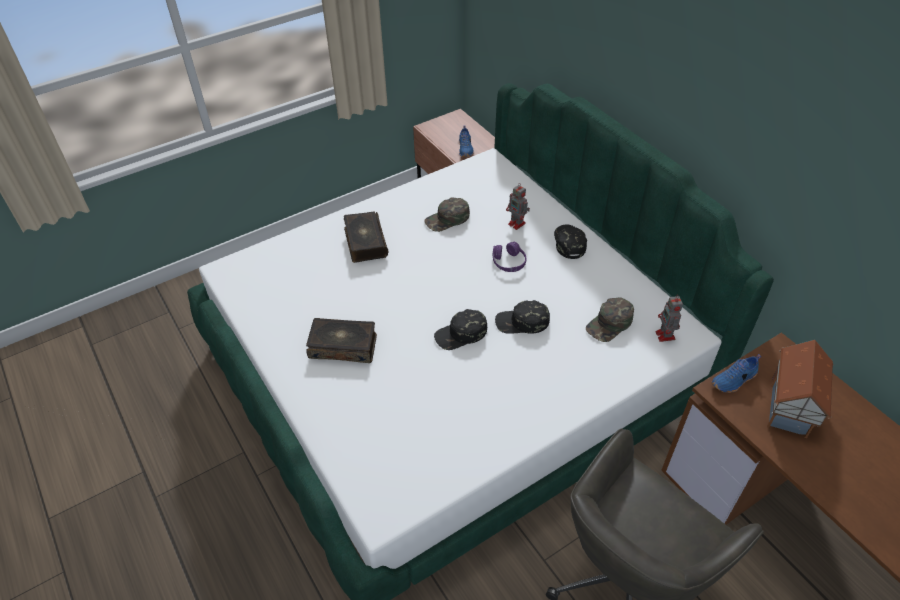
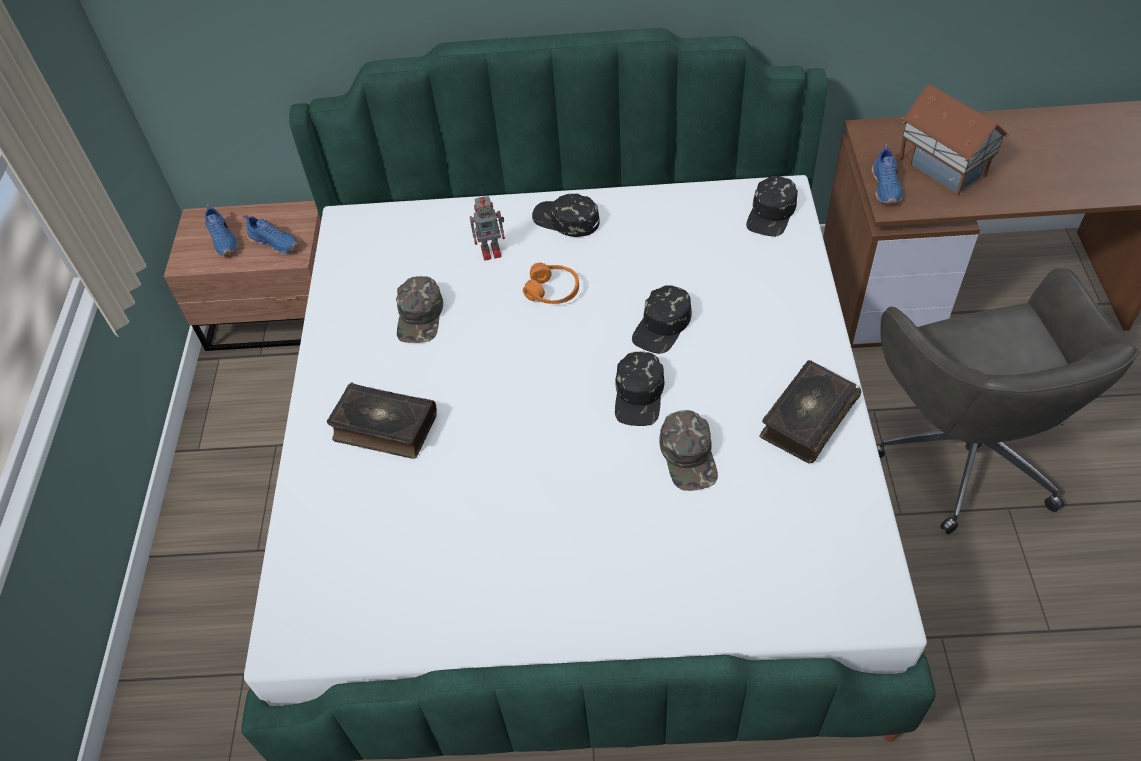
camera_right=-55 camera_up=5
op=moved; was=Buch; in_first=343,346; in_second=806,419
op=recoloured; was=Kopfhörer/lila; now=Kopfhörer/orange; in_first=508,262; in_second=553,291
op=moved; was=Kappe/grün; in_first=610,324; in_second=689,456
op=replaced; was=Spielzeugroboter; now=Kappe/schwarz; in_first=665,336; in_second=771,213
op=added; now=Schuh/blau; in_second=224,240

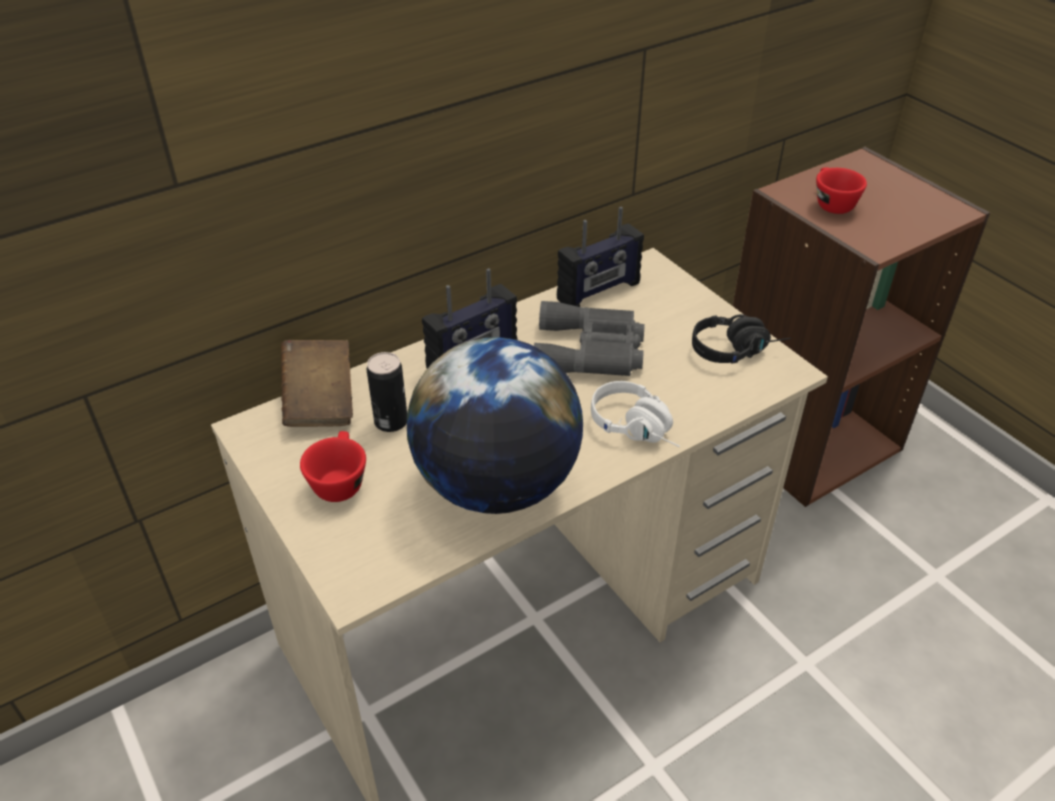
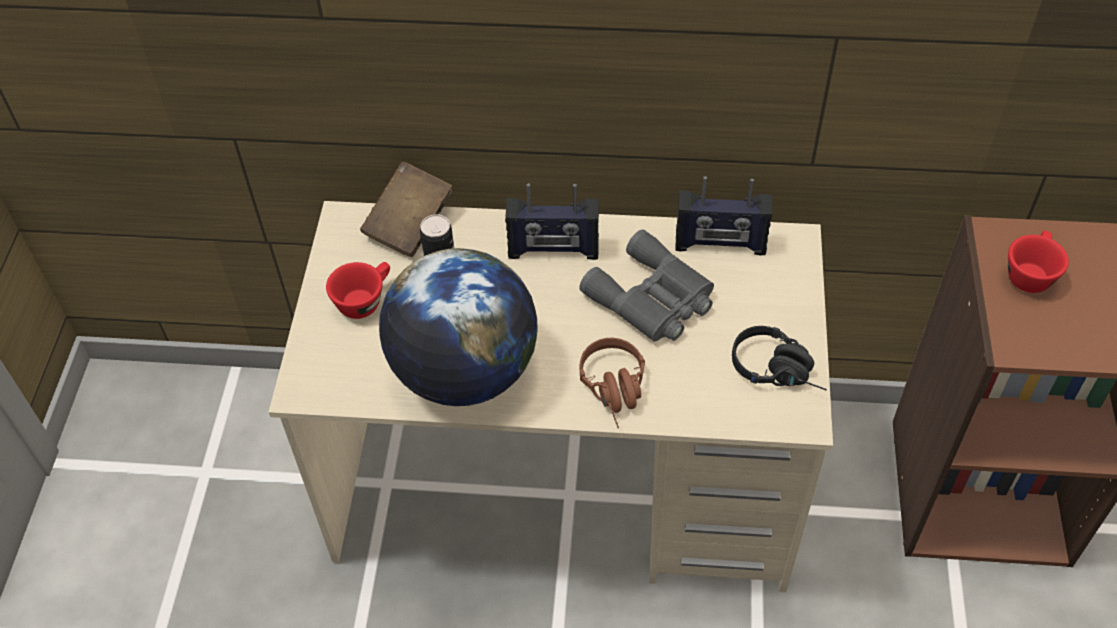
camera_right=40 camera_up=10
op=recoloured; was=Kopfhörer/weiß; now=Kopfhörer/braun; in_first=639,429; in_second=616,392

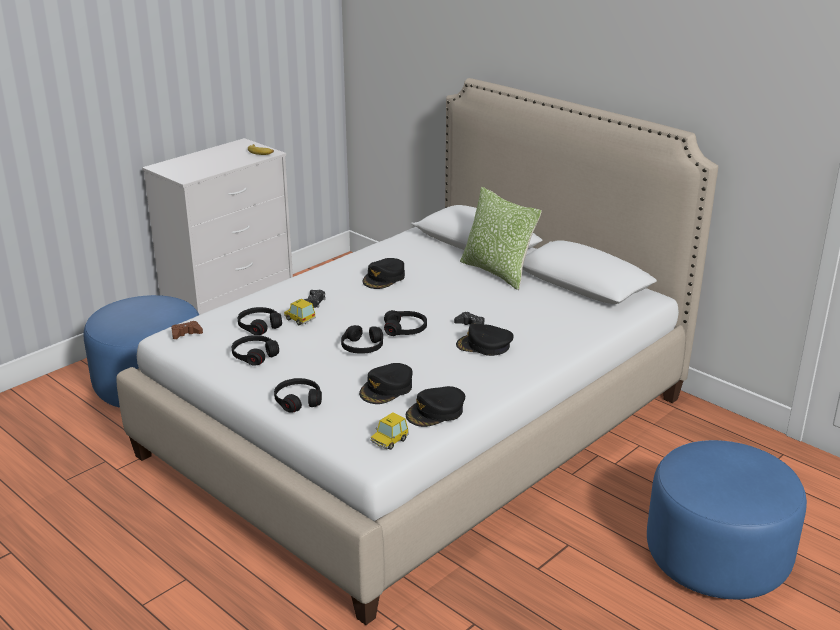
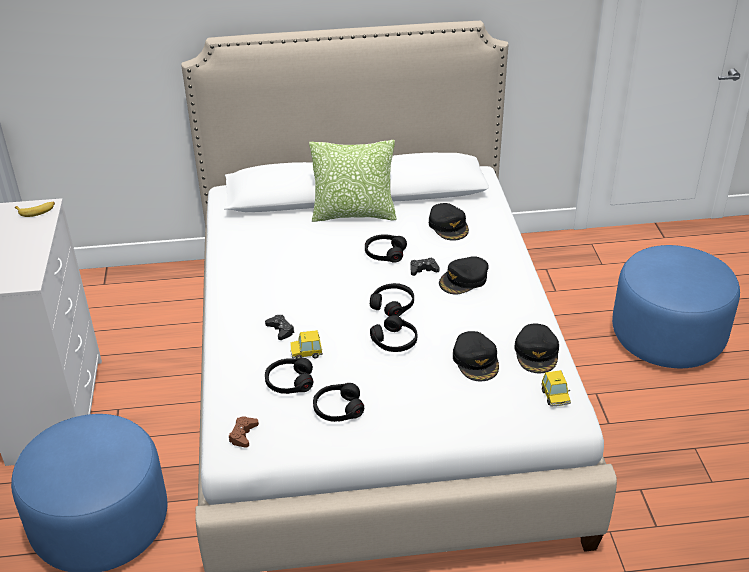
camera_right=-50 camera_up=10
op=moved; was=Kopfhörer/schwarz; in_first=298,401; in_second=385,253
op=moved; was=Kappe/schwarz; in_first=384,278; in_second=448,226

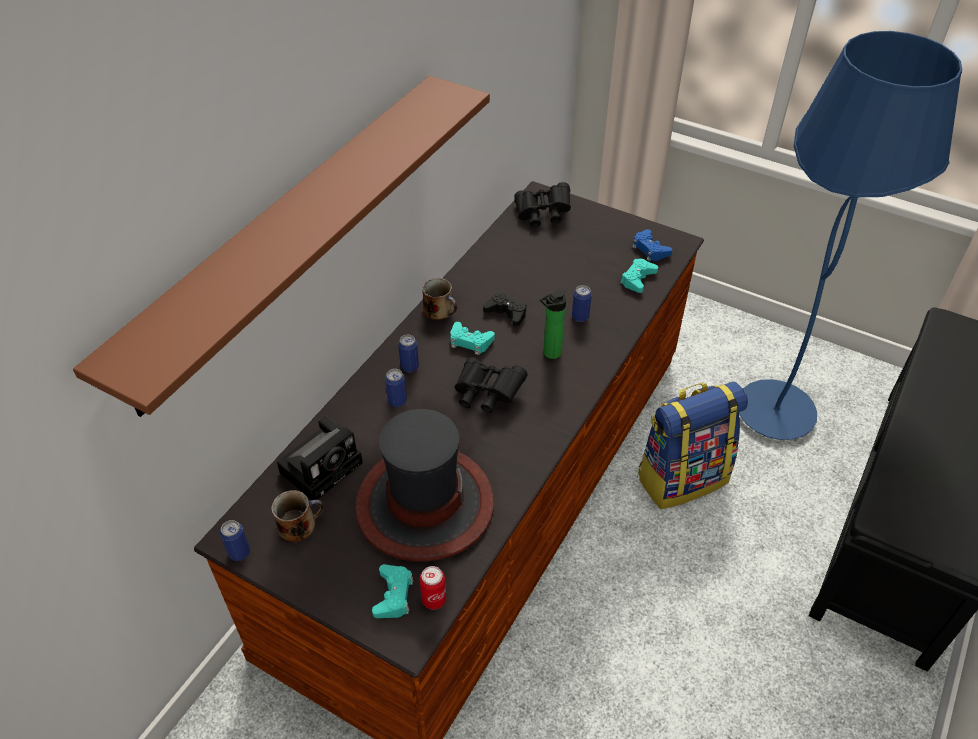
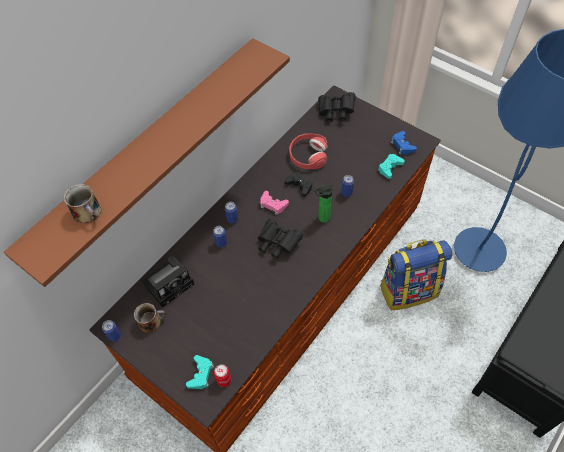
camera_right=10 camera_up=10
op=removed; was=Hut; in_first=424,504
op=moved; was=Henkelbecher; in_first=440,310; in_second=88,212
op=recoloured; was=Gamepad/türkis; now=Gamepad/rosa; in_first=470,342; in_second=273,205
op=added; now=Kopfhörer/rot; in_second=308,155

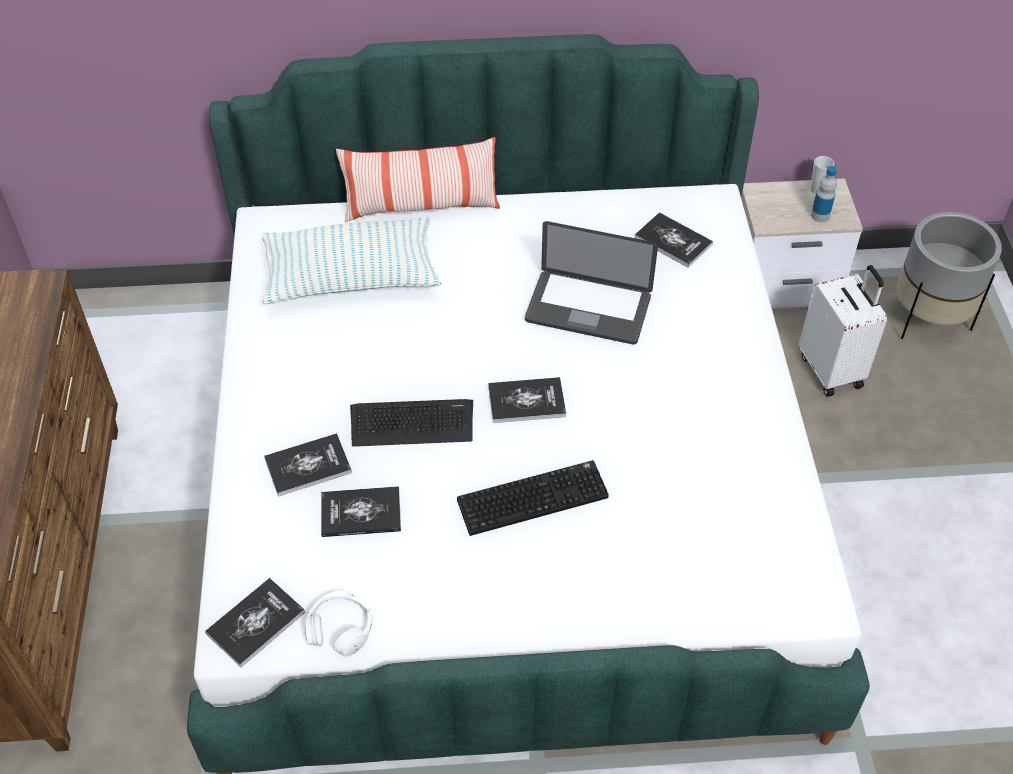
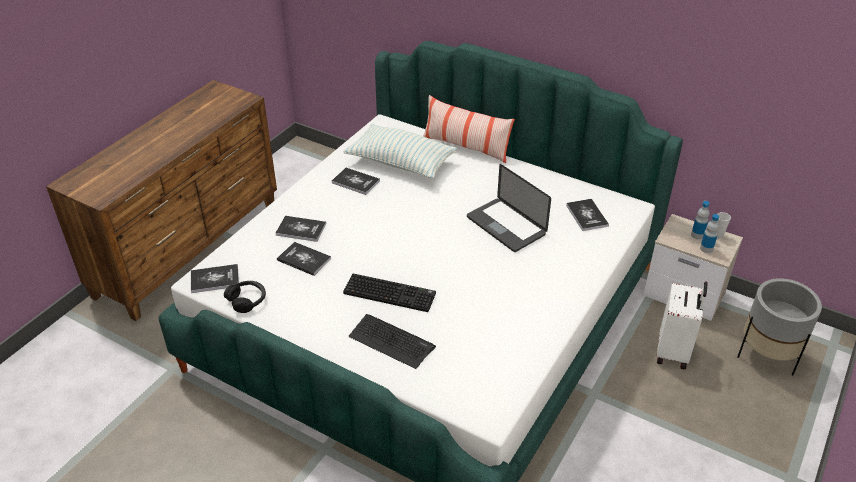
camera_right=35 camera_up=-10
op=recoloured; was=Kopfhörer/weiß; now=Kopfhörer/schwarz; in_first=340,628; in_second=247,300
op=moved; was=Tastatur; in_first=412,423; in_second=391,341
op=moved; was=Buch; in_first=526,401; in_second=355,182
op=added; now=Flasche; in_second=697,235

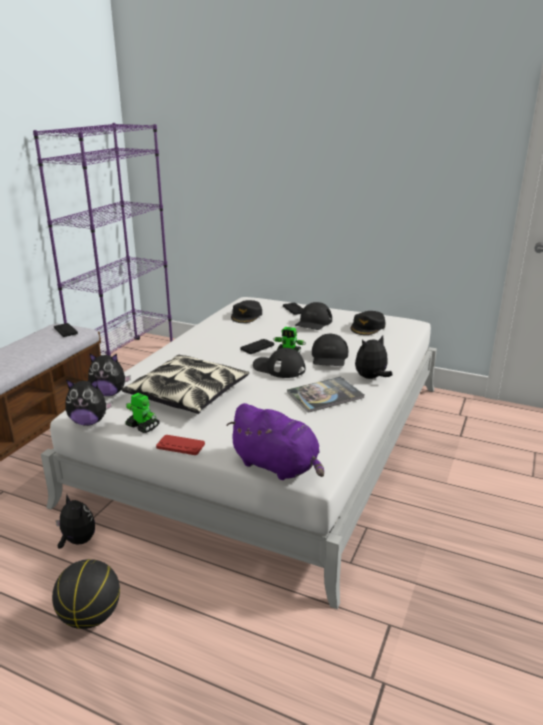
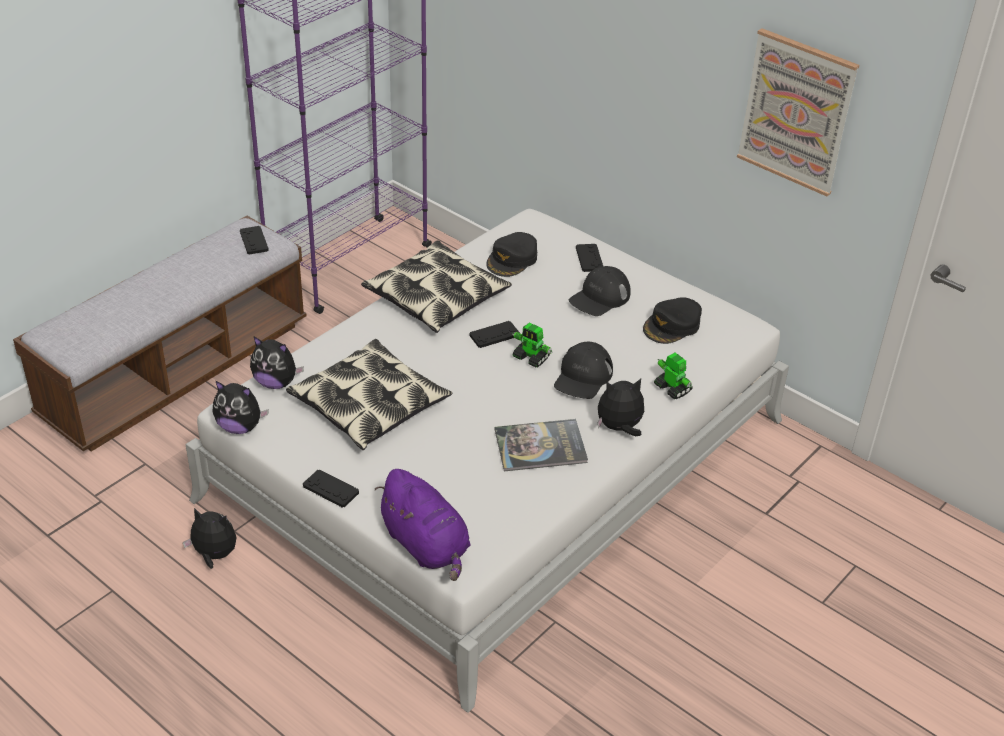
camera_right=15 camera_up=15
op=removed; was=Basketball; in_first=90,616
op=turned; was=Plüschtier; in_first=77,541; in_second=214,555; clockwise=-45
op=moved; was=Spielzeugroboter; in_first=142,426; in_second=672,388
op=recoloured; was=Gamepad/rot; now=Gamepad/schwarz; in_first=180,446; in_second=330,489
op=removed; was=Kappe/schwarz; in_first=279,368
op=added; now=Kissen; in_second=436,298
op=added; now=Bild; in_second=796,112

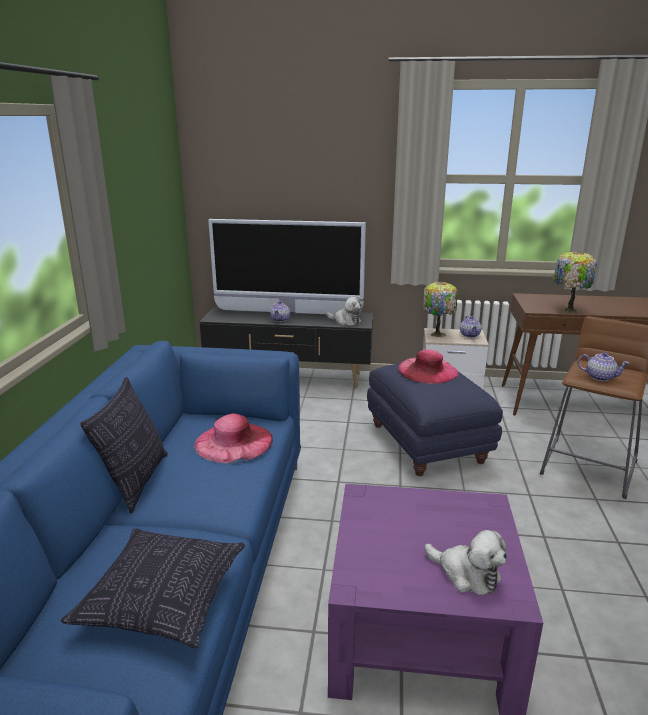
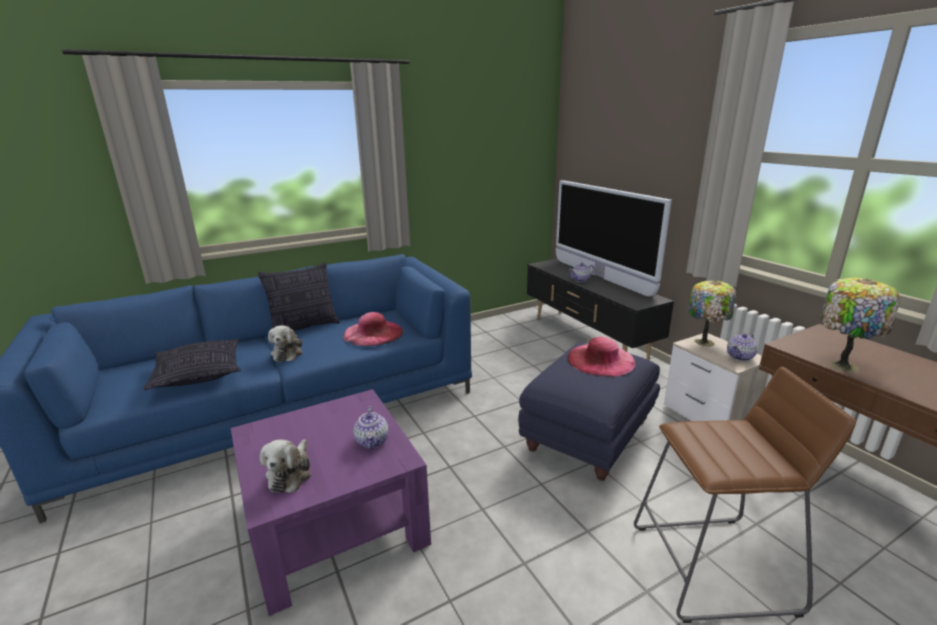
camera_right=55 camera_up=0
op=moved; was=Plüschtier; in_first=345,321; in_second=288,353
op=moved; was=Teekanne; in_first=600,377; in_second=372,441

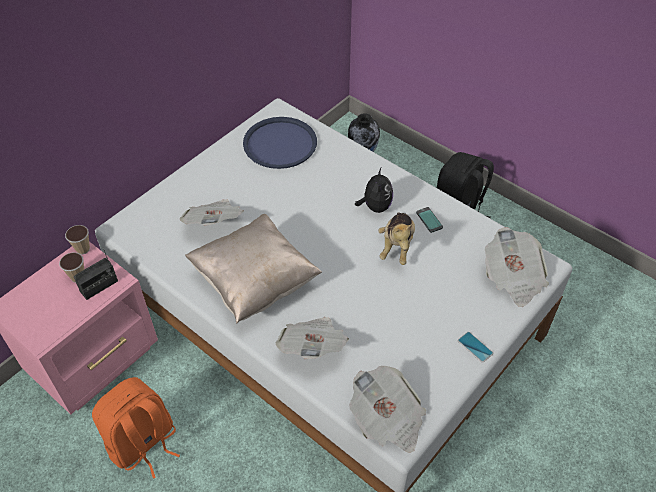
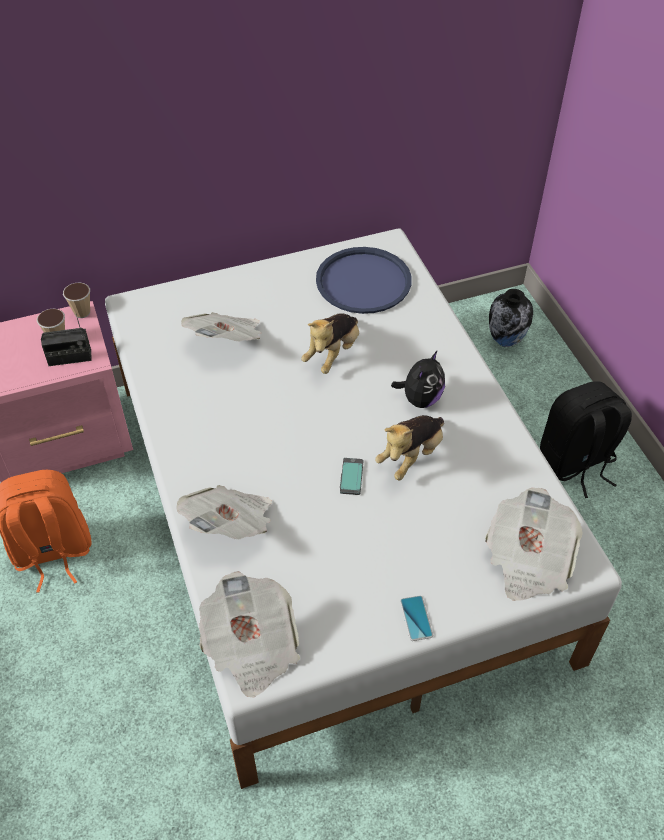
camera_right=30 camera_up=0
op=removed; was=Kissen/beige; in_first=254,282
op=moved; was=Handy; in_first=429,220; in_second=351,477
op=added; now=Plüschtier; in_second=333,353

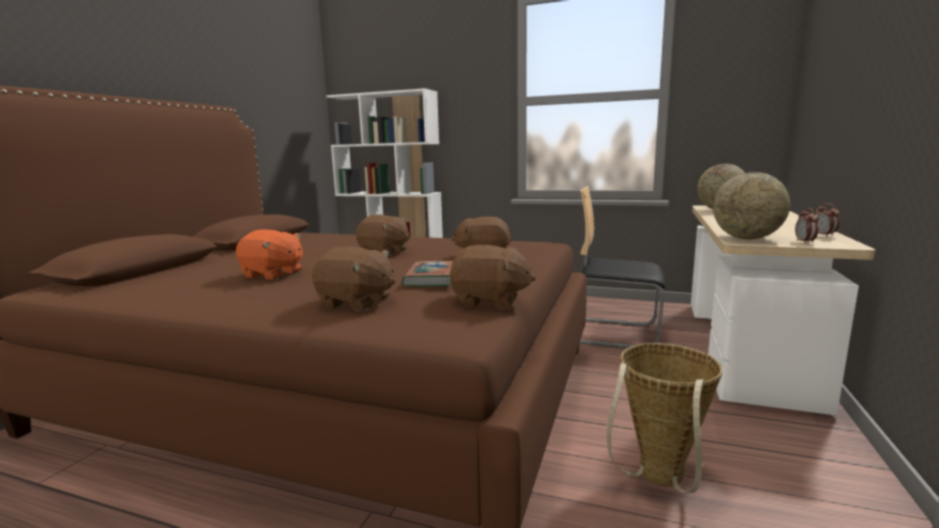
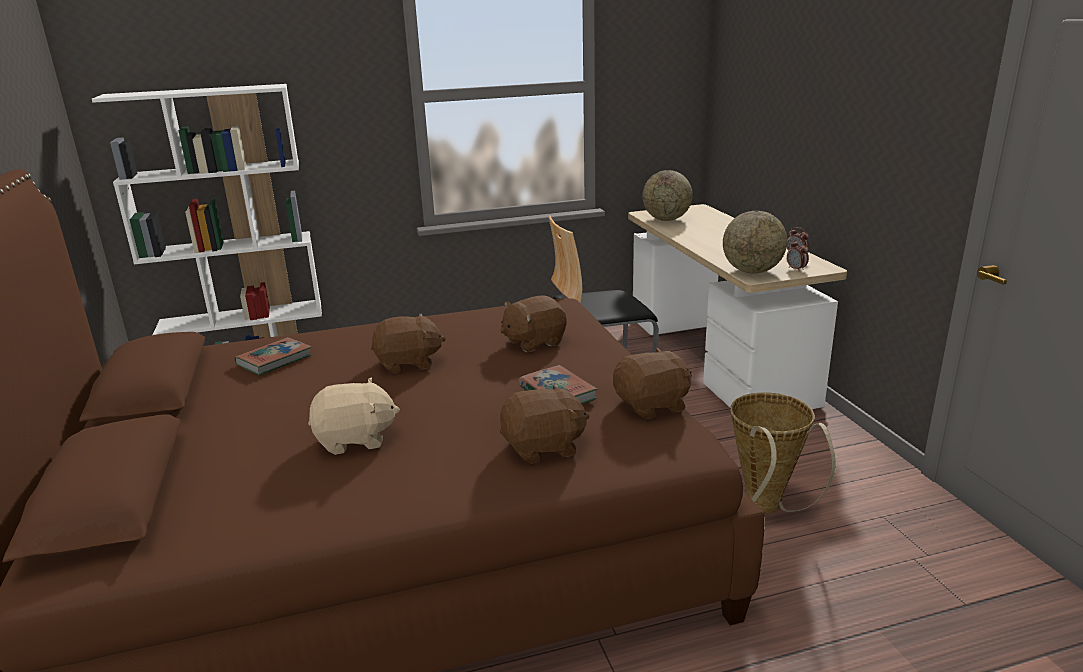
camera_right=-35 camera_up=10
op=recoloured; was=Plüschtier/orange; now=Plüschtier/beige; in_first=273,274; in_second=355,439
op=added; now=Buch; in_second=274,360

